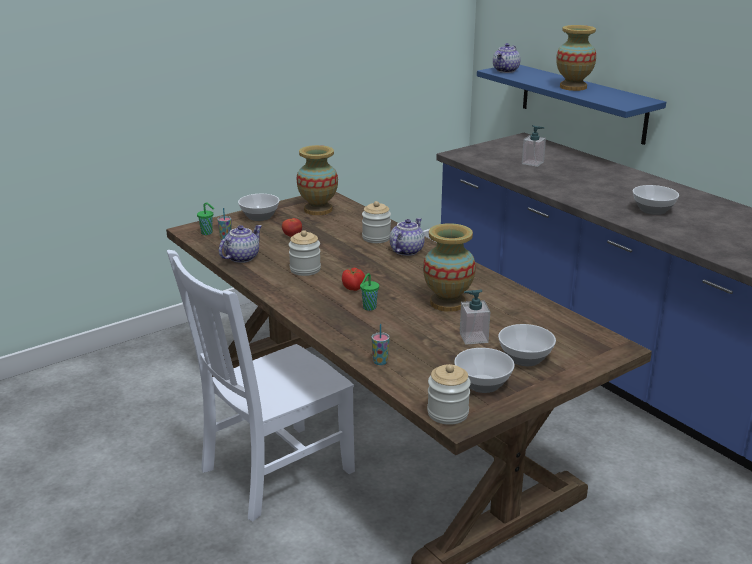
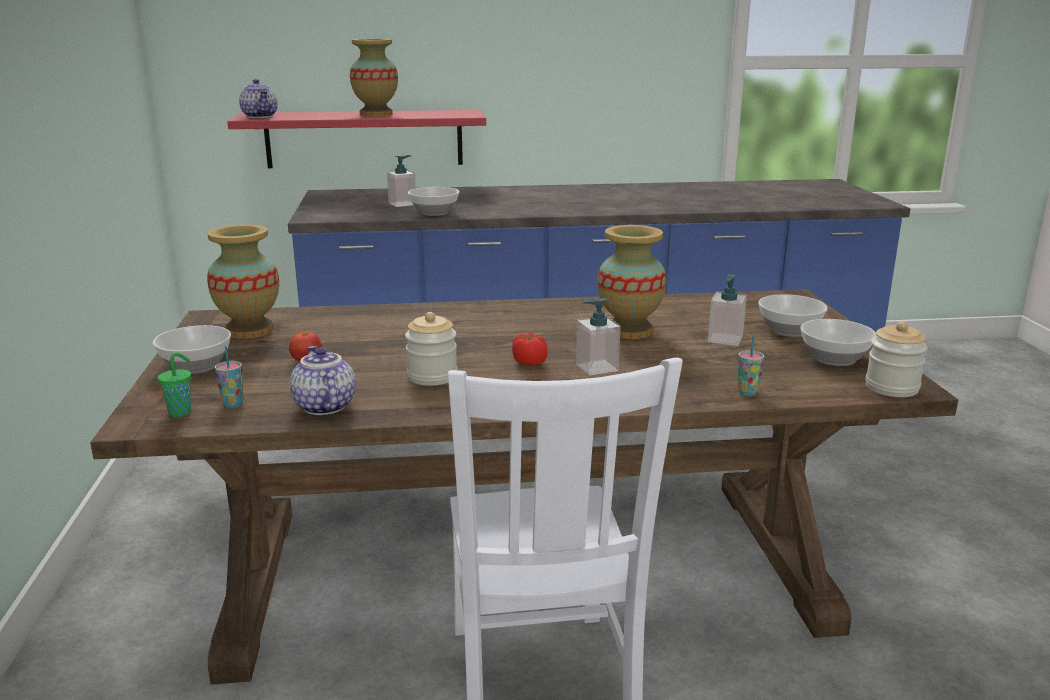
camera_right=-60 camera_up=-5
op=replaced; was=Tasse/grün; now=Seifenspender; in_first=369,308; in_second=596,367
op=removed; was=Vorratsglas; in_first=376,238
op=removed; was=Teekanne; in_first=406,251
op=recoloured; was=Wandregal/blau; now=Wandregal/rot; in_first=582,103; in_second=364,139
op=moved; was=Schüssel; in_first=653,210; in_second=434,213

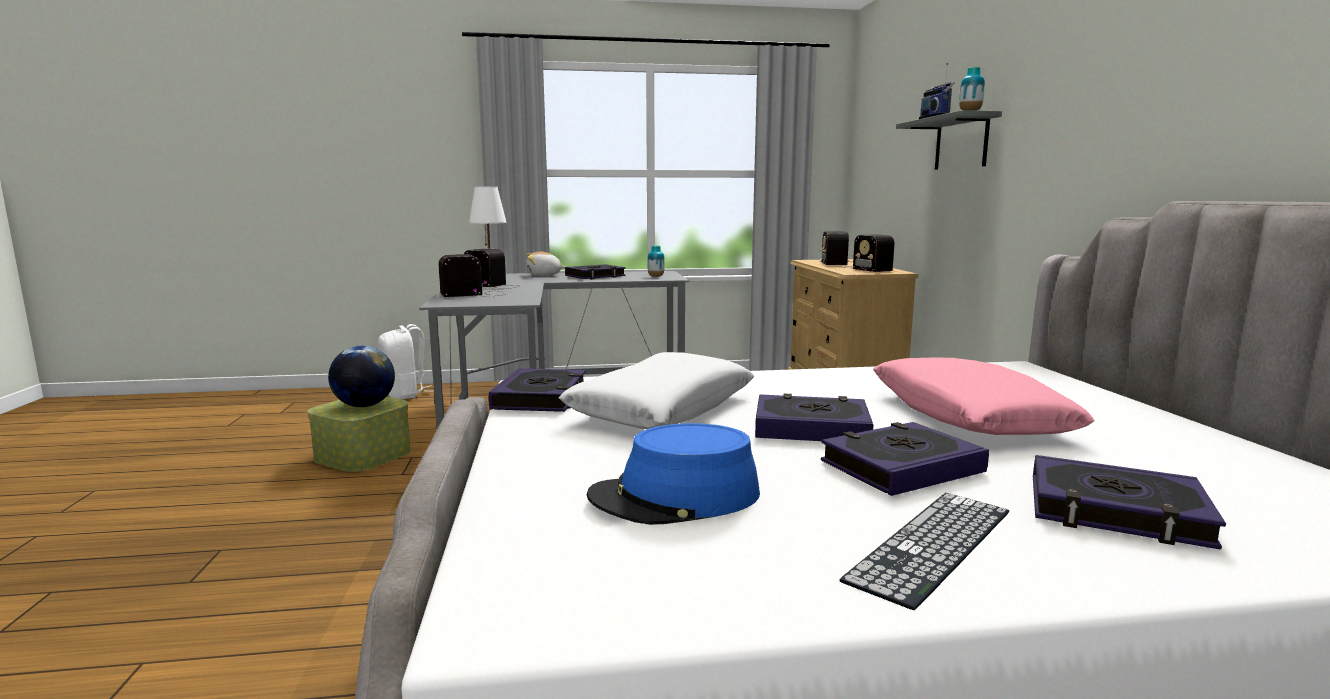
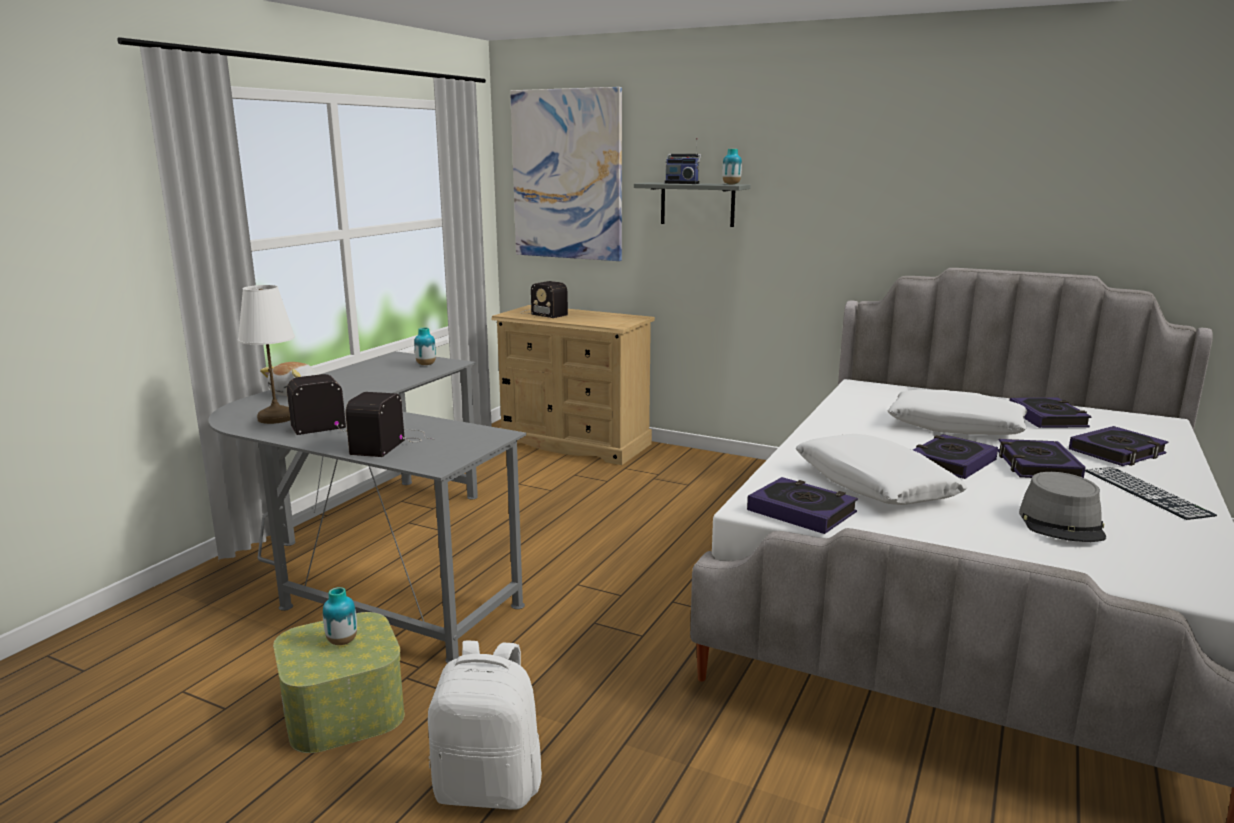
camera_right=-55 camera_up=5
op=replaced; was=Globus; now=Vase; in_first=364,406; in_second=342,641
op=moved; was=Rucksack/weiß; in_first=405,394; in_second=489,787
op=moved; was=Buch; in_first=595,276; in_second=1047,418
op=recoloured; was=Hut/blau; now=Hut/grau; in_first=675,497; in_second=1062,523
op=removed; was=Radio; in_first=866,268
op=recoloured; was=Kissen/rosa; now=Kissen/weiß; in_first=967,416; in_second=955,427
op=added; now=Bild; in_second=567,175

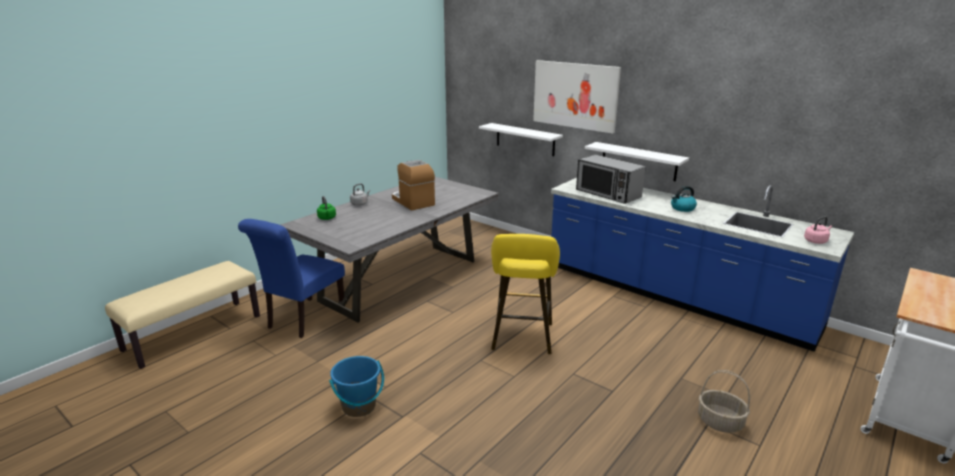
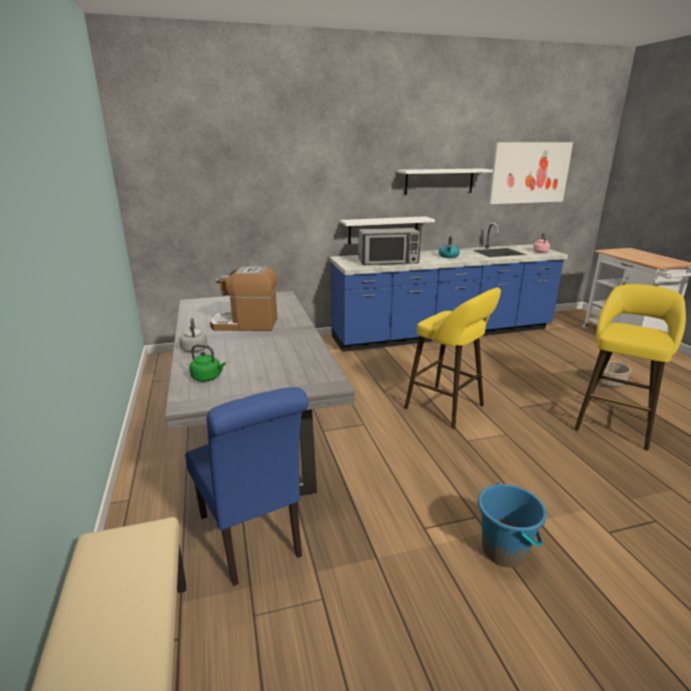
camera_right=-55 camera_up=0
op=moved; was=Wandregal/weiß; in_first=525,139; in_second=439,181
op=moved; was=Bild; in_first=575,95; in_second=529,173
op=added; now=Hocker/gelb; in_second=614,423

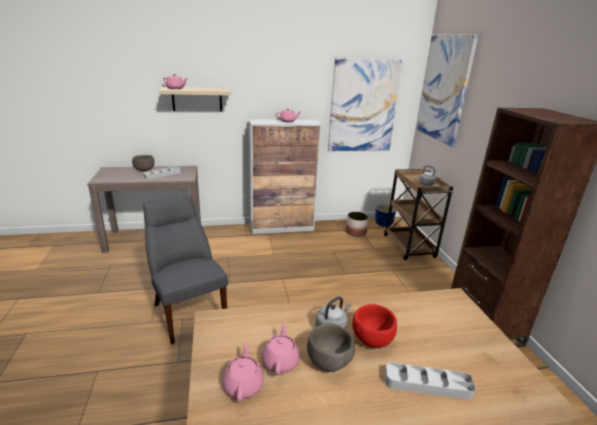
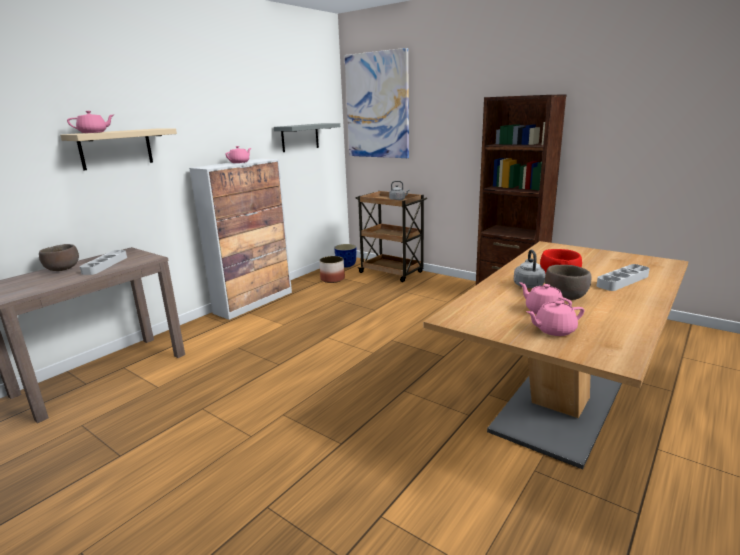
camera_right=-40 camera_up=-5
op=removed; was=Stuhl/grau; in_first=188,311
op=turned; was=Teekanne/rosa; in_first=243,385; in_second=554,330; clockwise=-60
op=replaced; was=Bild; now=Wandregal/grau; in_first=363,106; in_second=300,137

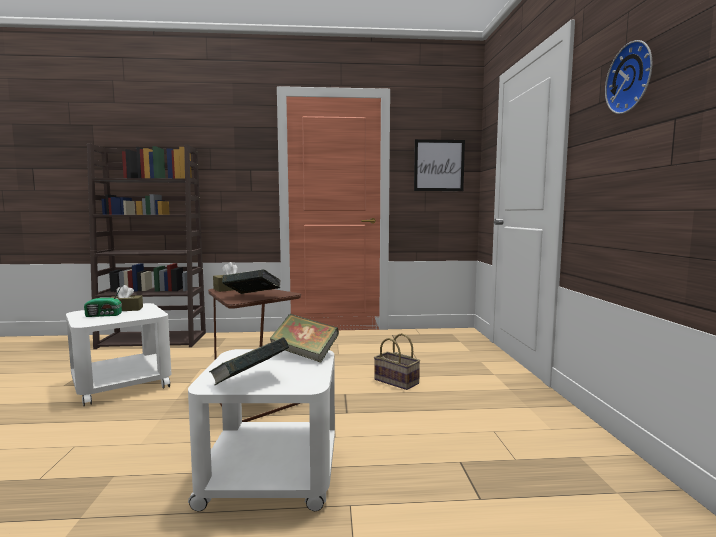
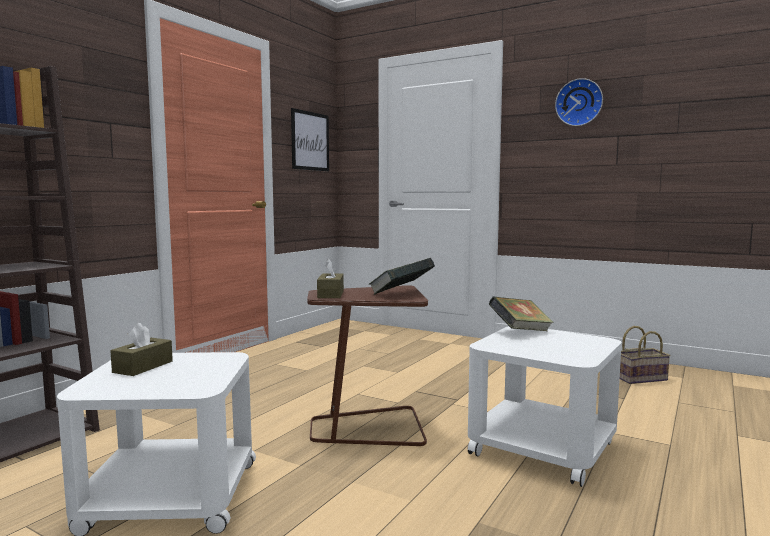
camera_right=-55 camera_up=0
op=removed; was=Radio; in_first=104,315
op=removed; was=Buch; in_first=249,382
op=moved; was=Korb; in_first=397,381; in_second=641,378

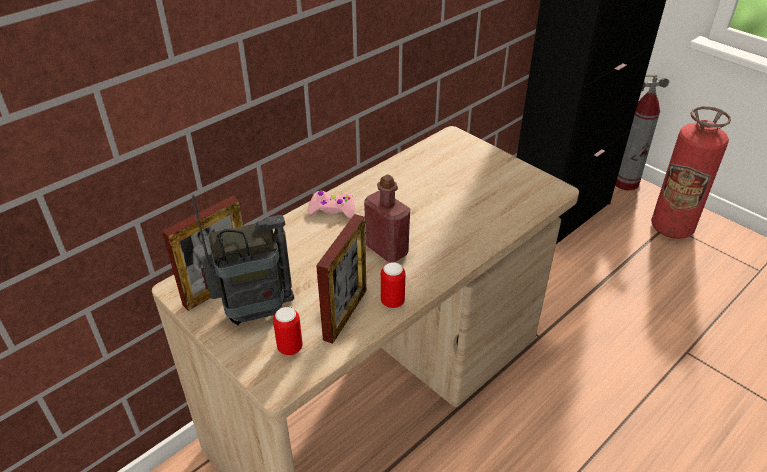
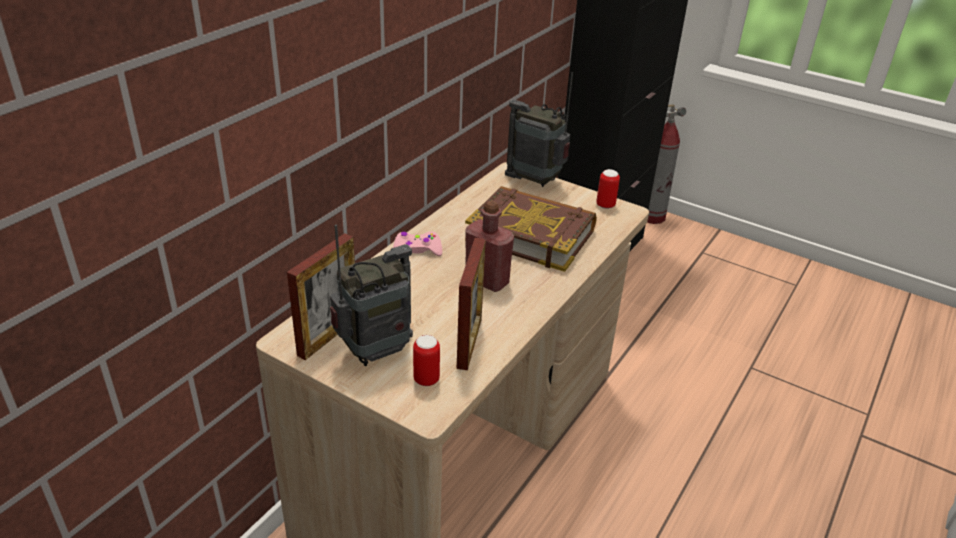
camera_right=-15 camera_up=-5
op=moved; was=Dose; in_first=392,302; in_second=605,205
op=removed; was=Feuerlöscher; in_first=671,228
op=added; now=Buch; in_second=531,235
op=added; now=Radio; in_second=535,181

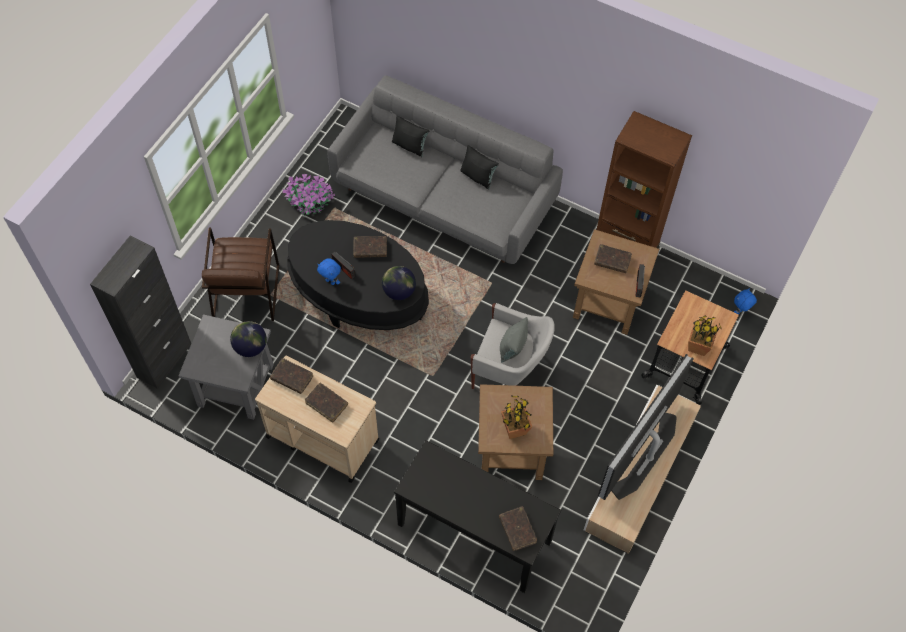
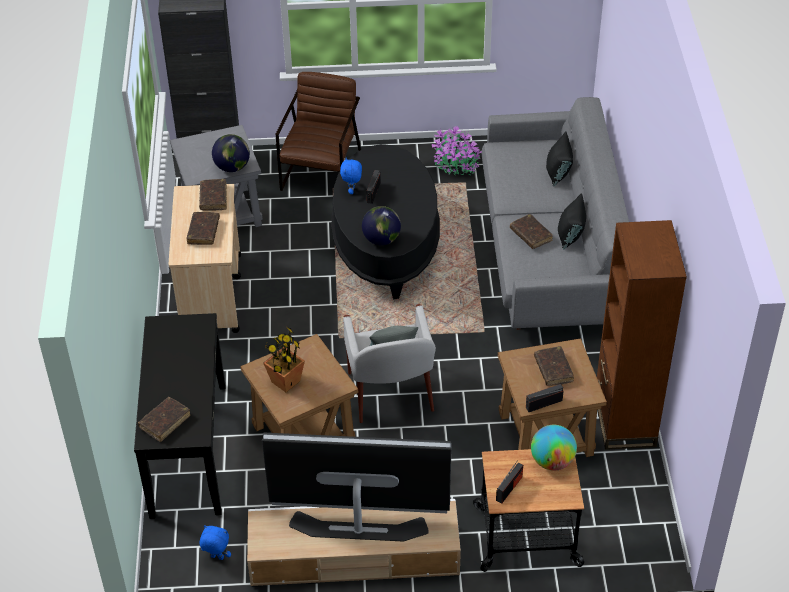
camera_right=60 camera_up=-15
op=turned; was=Sessel/braun; in_first=245,292; in_second=322,172; clockwise=135
op=moved; was=Buch/braun; in_first=370,249; in_second=530,235
op=replaced; was=Topfpflanze; now=Radio; in_first=698,346; in_second=509,488
op=moved; was=Plüschtier/blau; in_first=740,312; in_second=216,558
op=added; now=Globus; in_second=552,461

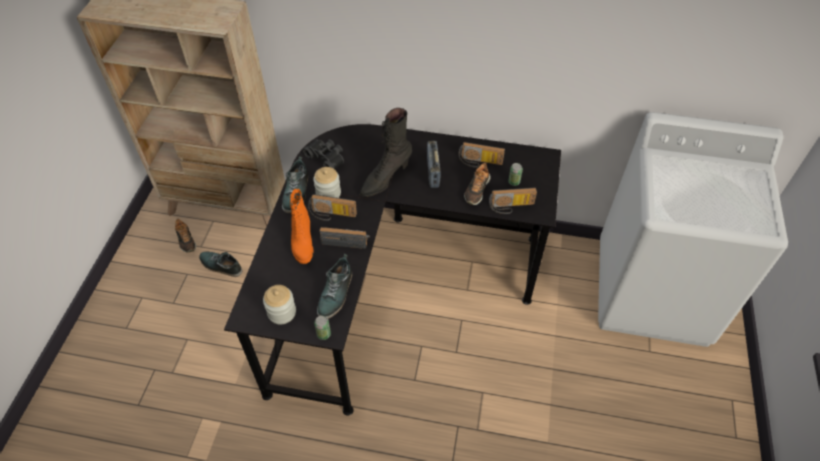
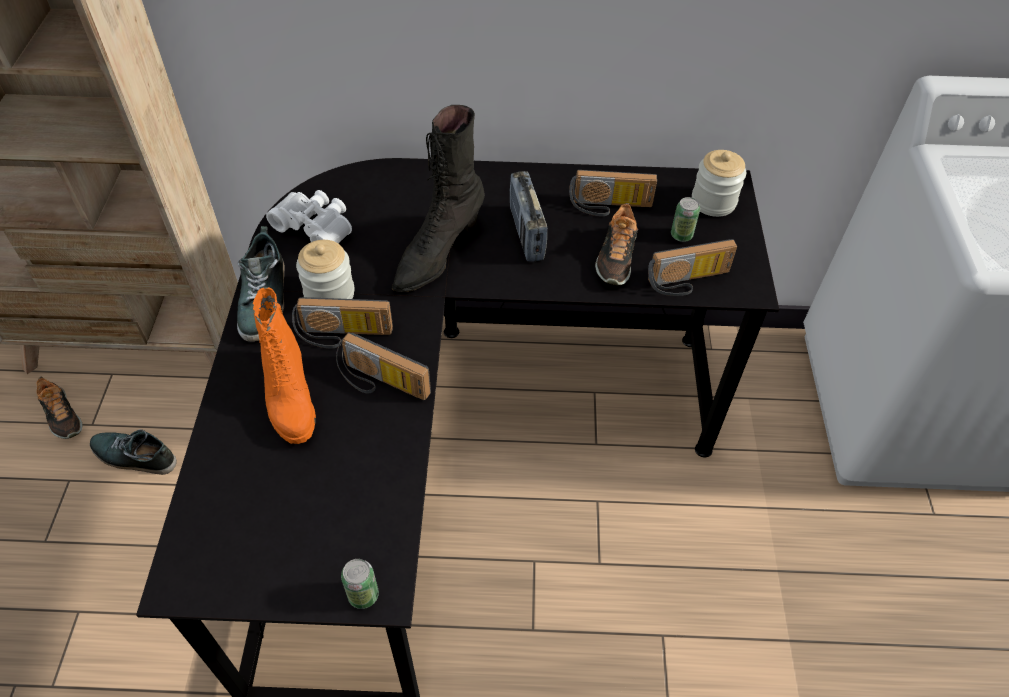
camera_right=-10 camera_up=0
op=moved; was=Vorratsglas; in_first=282,312; in_second=713,202
op=recoloured; was=Fernglas/schwarz; now=Fernglas/weiß; in_first=326,157; in_second=316,226
op=removed; was=Schuh; in_first=336,293
op=turned; was=Radio; in_first=346,240; in_second=380,384; clockwise=-150

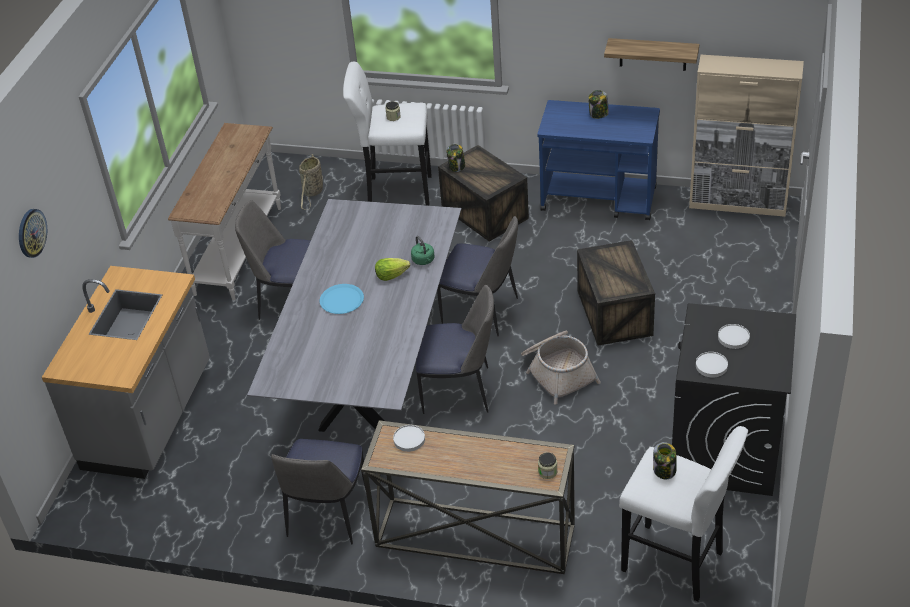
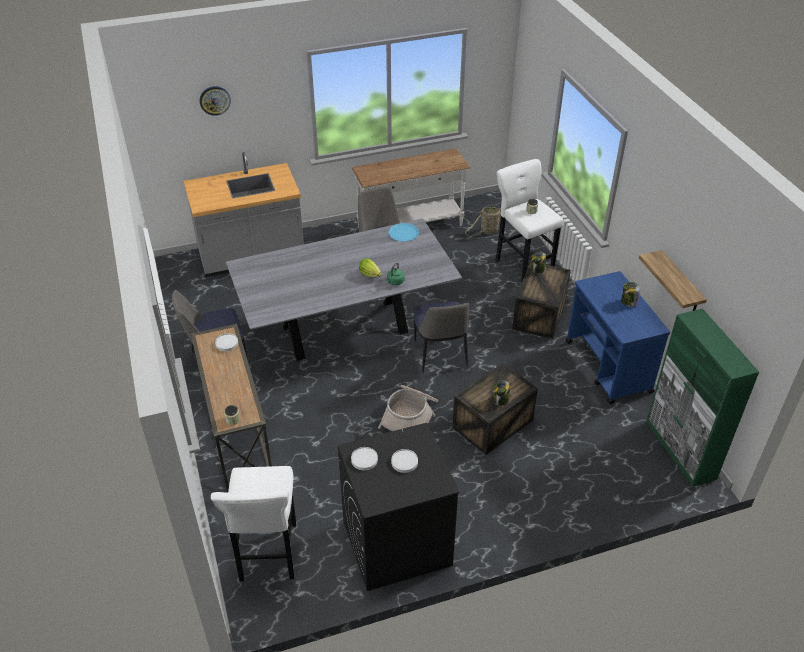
camera_right=55 camera_up=0
op=moved; was=Teller/blau; in_first=342,300; in_second=403,233
op=removed; was=Stuhl; in_first=459,391
op=moved; was=Vorratsglas; in_first=664,470; in_second=500,400
op=recoloured; was=Schrank/beige; now=Schrank/grün; in_first=738,203; in_second=680,450

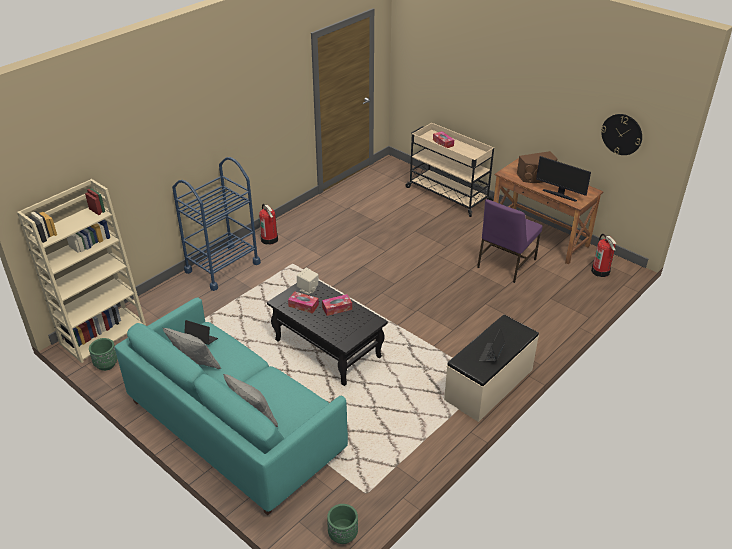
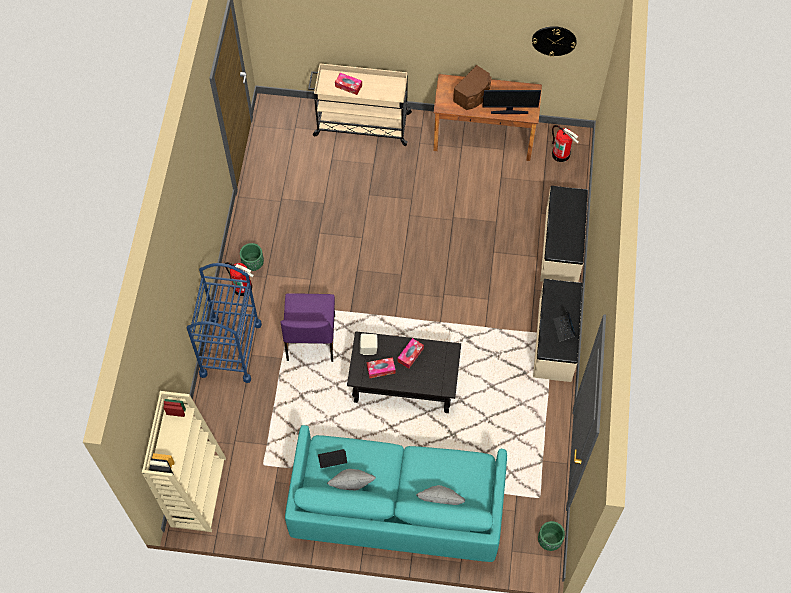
camera_right=-35 camera_up=25
op=moved; was=Pflanzkübel/grün; in_first=106,364; in_second=253,264
op=moved; was=Stuhl/lila; in_first=505,264; in_second=310,339
op=added; now=Bank/beige; in_second=562,246

